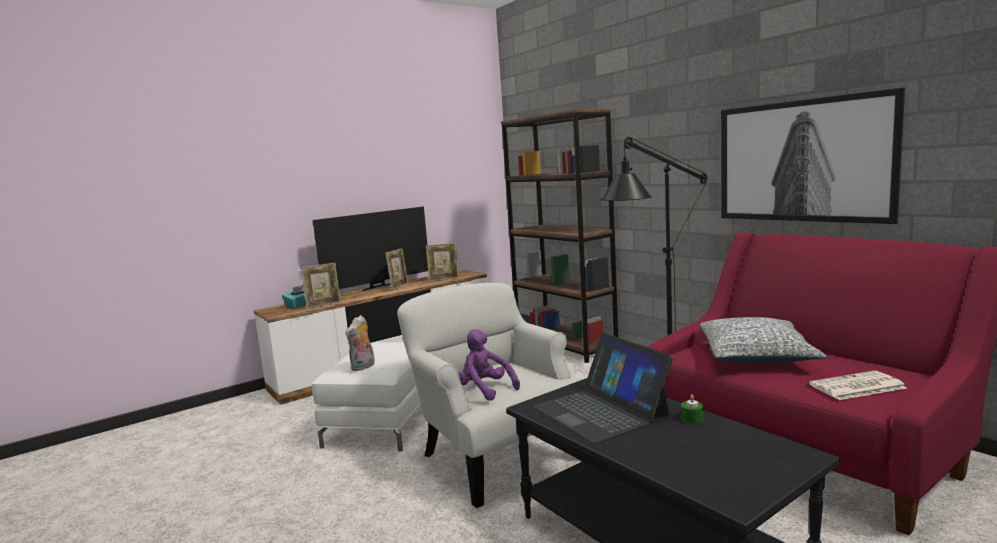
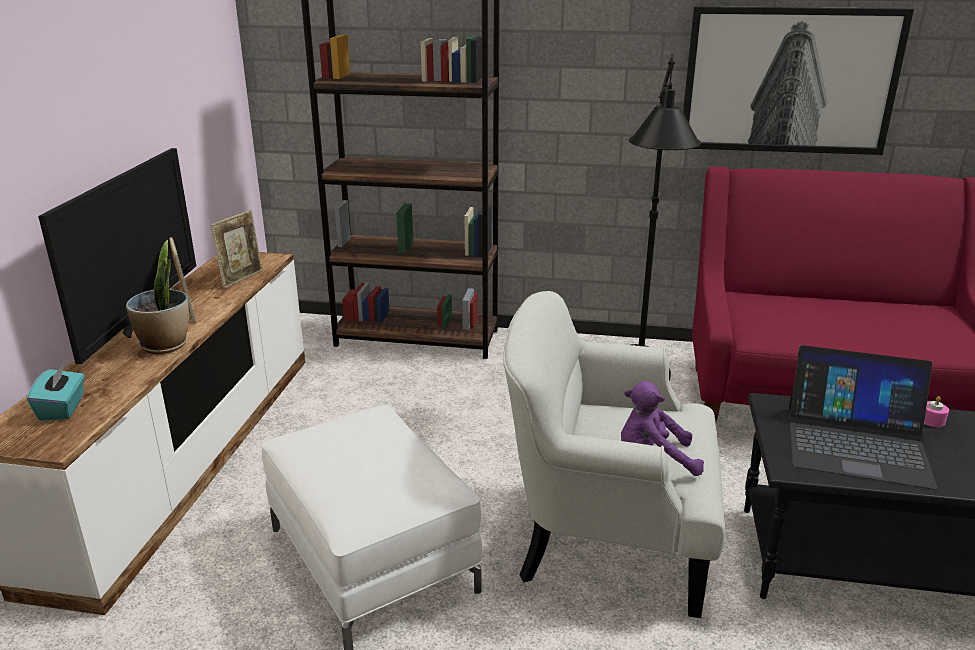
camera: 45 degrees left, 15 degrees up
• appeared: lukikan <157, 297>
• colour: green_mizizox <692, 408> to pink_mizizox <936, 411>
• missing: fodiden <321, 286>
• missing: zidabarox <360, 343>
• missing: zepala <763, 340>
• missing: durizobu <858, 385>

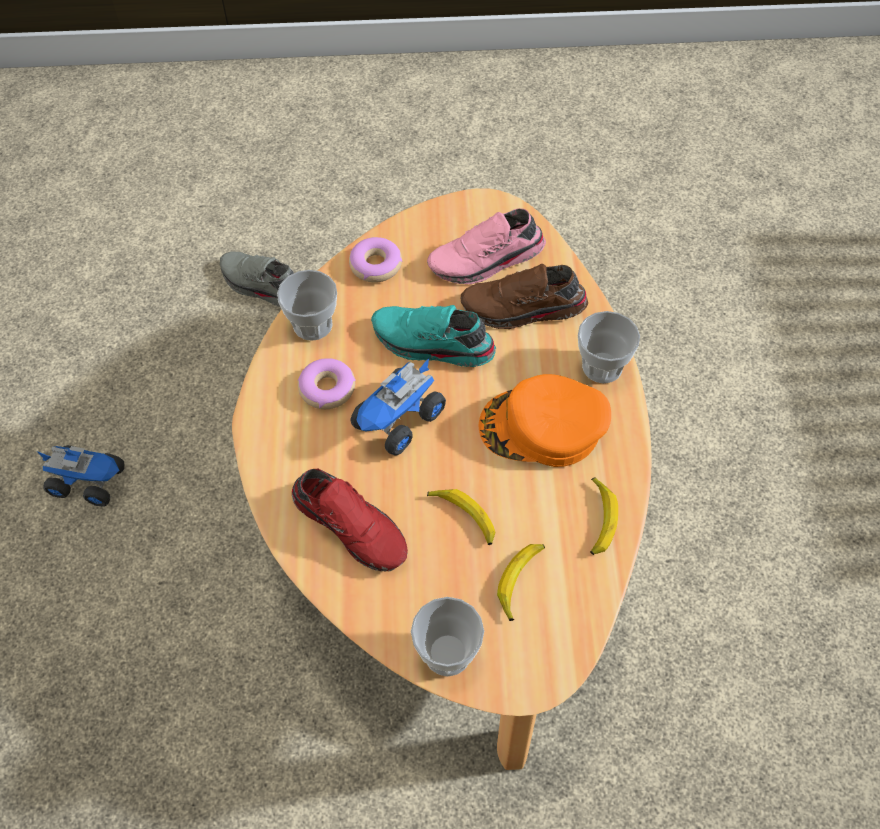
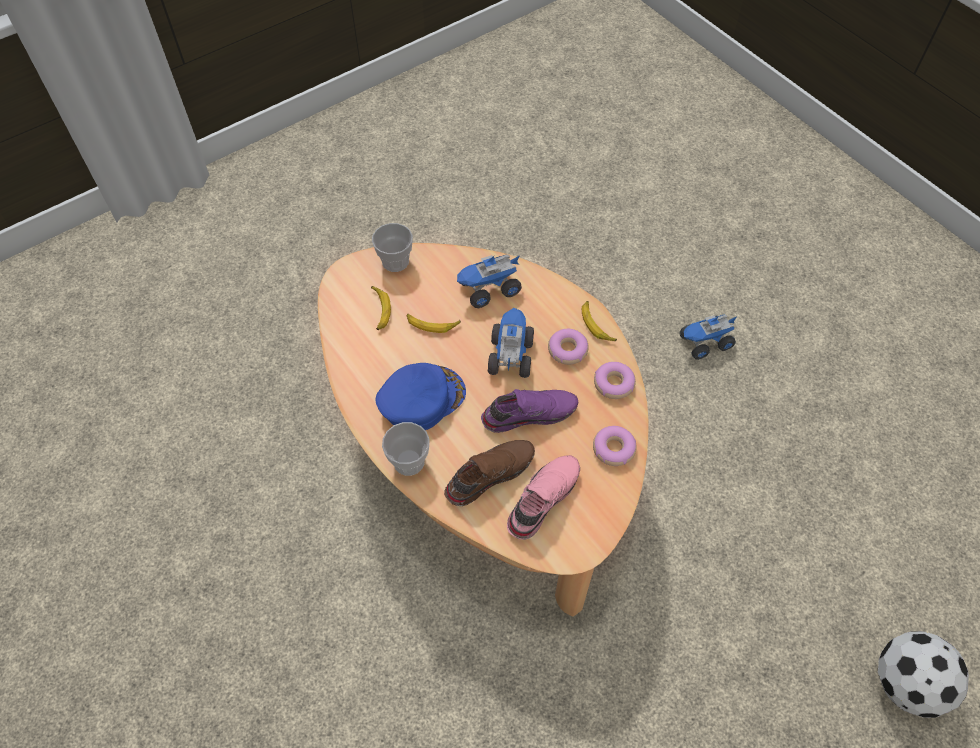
camera: 145 degrees right, 0 degrees up
• colour: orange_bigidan <544, 420> to blue_bigidan <421, 396>
• exchanged: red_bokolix <350, 520> to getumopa <489, 281>
• colour: turquoise_bokolix <433, 336> to purple_bokolix <529, 411>
• relocated: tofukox <604, 516> to <599, 321>
• exchanged: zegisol <307, 305> to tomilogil <615, 380>
• appeared: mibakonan <923, 674>
• missing: grey_bokolix <257, 279>

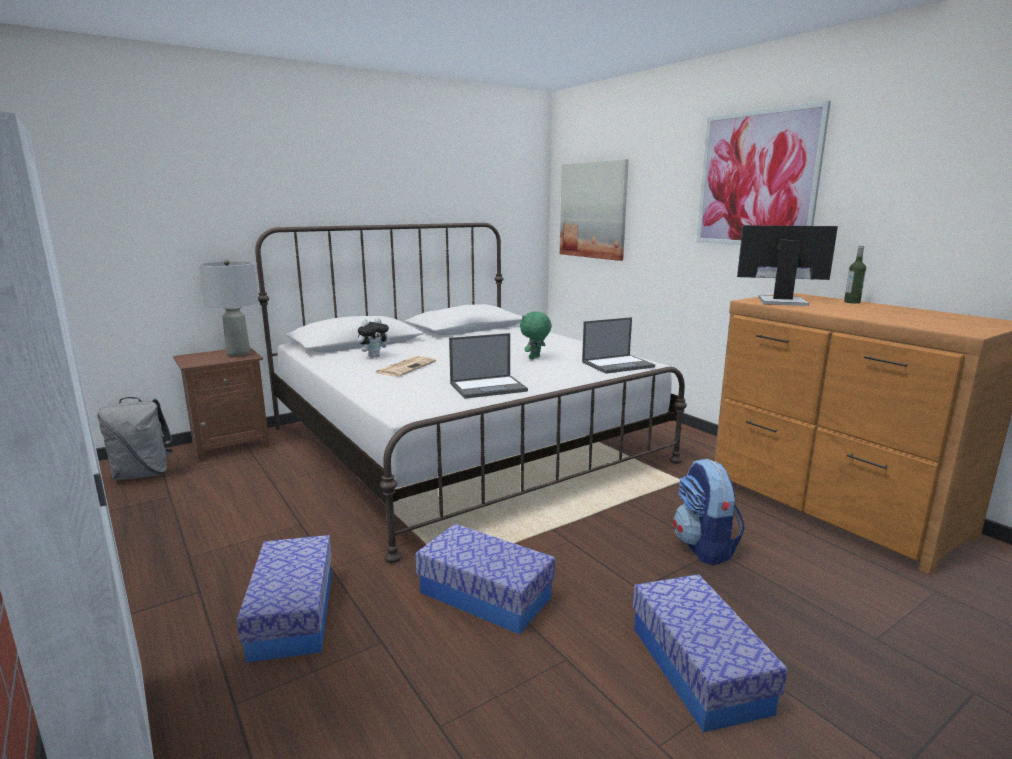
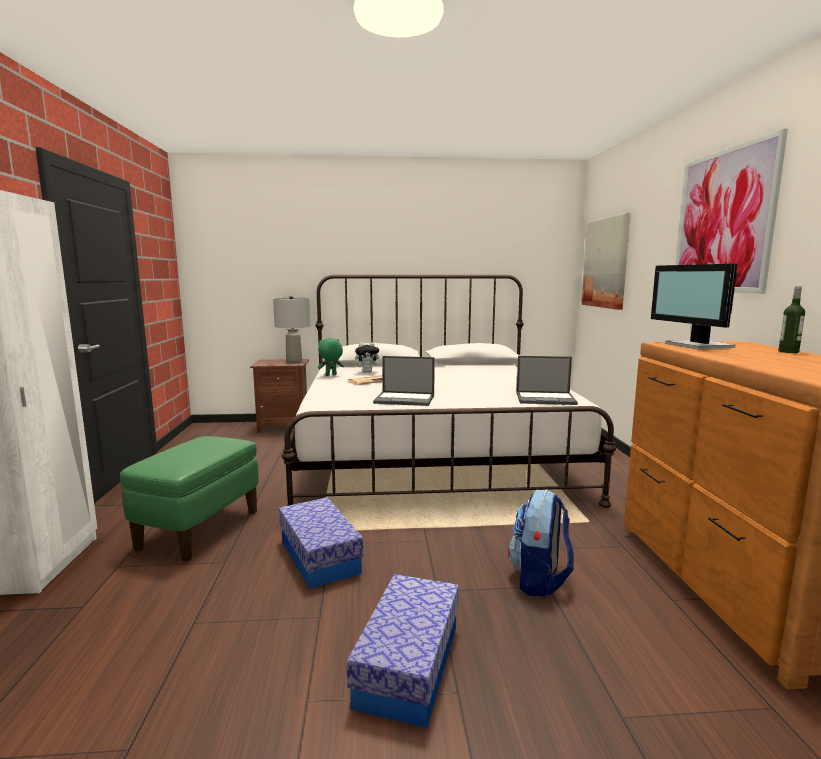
camera: 30 degrees right, 5 degrees down
• exchanged: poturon <284, 599> to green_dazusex <189, 499>
• relocated: green_zidabarox <536, 335> to <331, 357>
• spun: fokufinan <787, 265> = <694, 306> 150 degrees counterclockwise
• missing: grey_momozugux <135, 438>

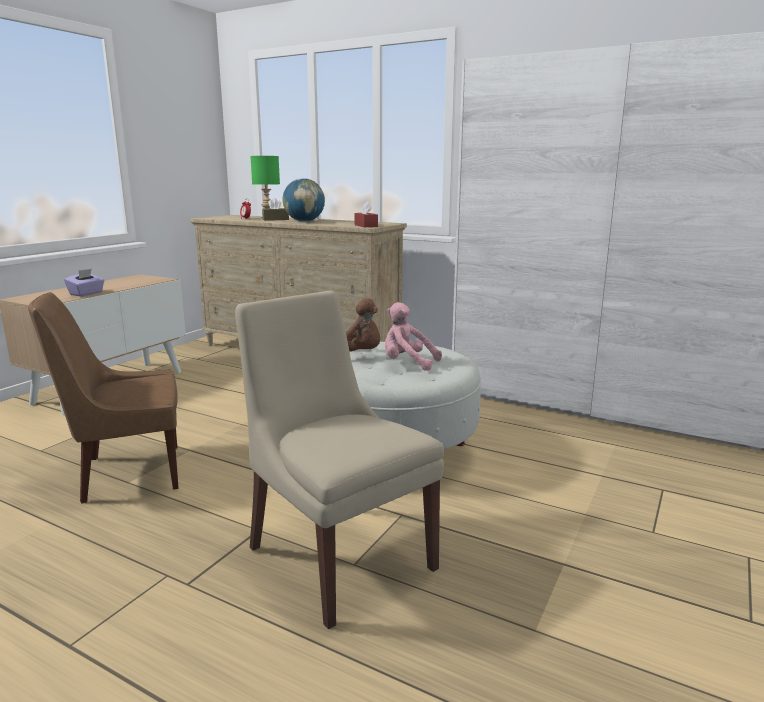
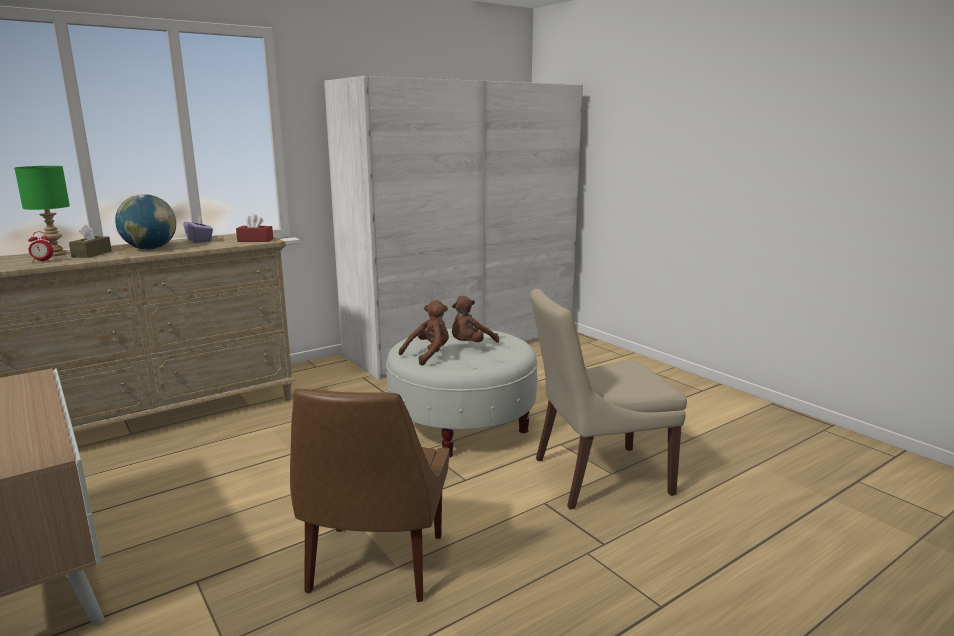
camera: 65 degrees left, 0 degrees up
• relocated: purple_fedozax <84, 282> to <198, 229>
• colour: pink_zidabarox <413, 336> to brown_zidabarox <475, 319>

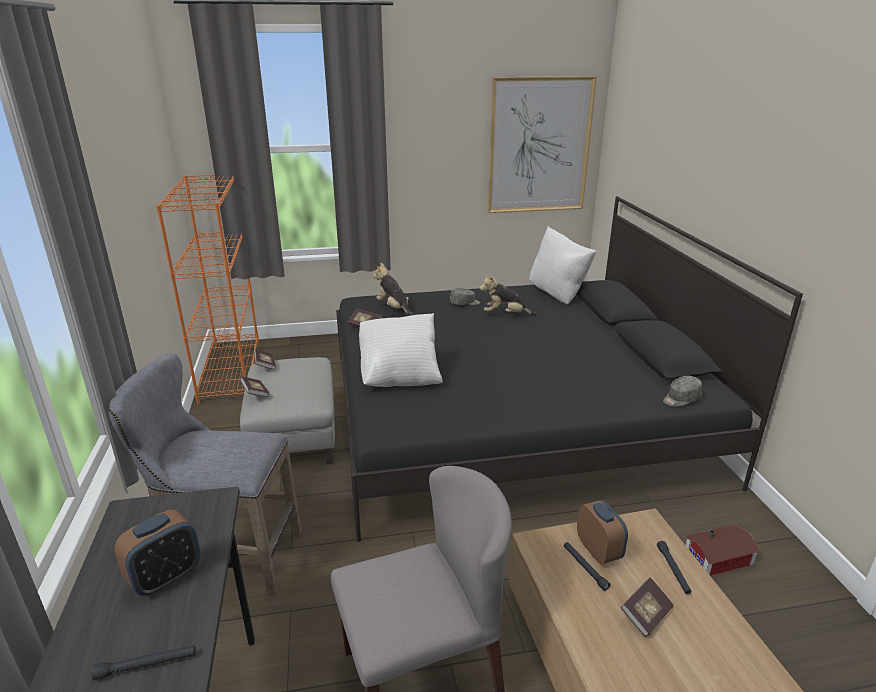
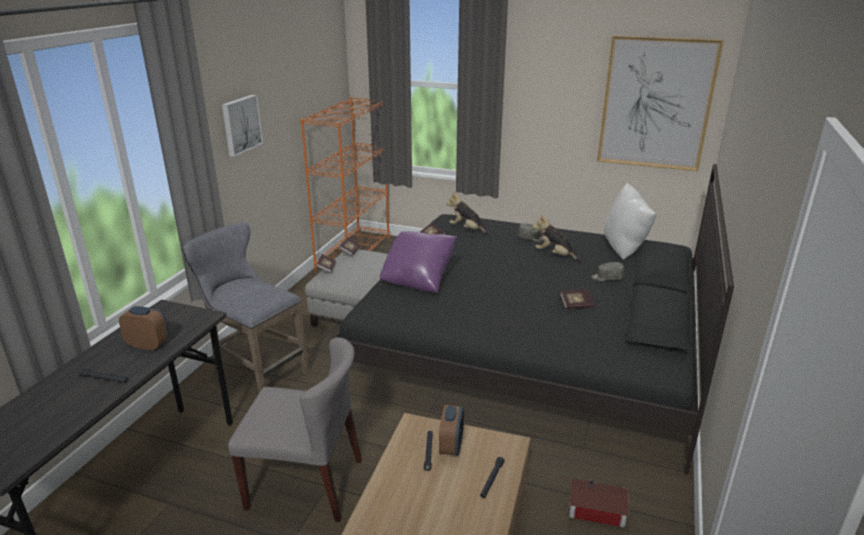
camera: 30 degrees right, 0 degrees up
• spun: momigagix <157, 553> = <144, 328> 150 degrees counterclockwise
• appeared: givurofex <242, 125>
• colour: white_zepala <401, 350> to purple_zepala <418, 262>
• spun: zidabarox <393, 289> = <468, 213> 45 degrees counterclockwise
• relocated: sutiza <647, 607> to <577, 299>
• relocated: grey_bigidan <682, 391> to <607, 271>

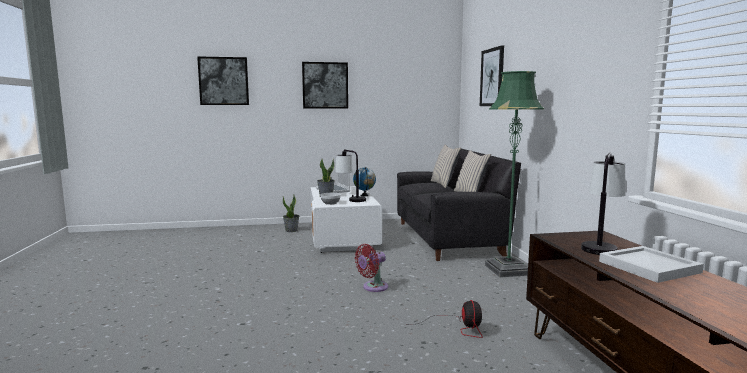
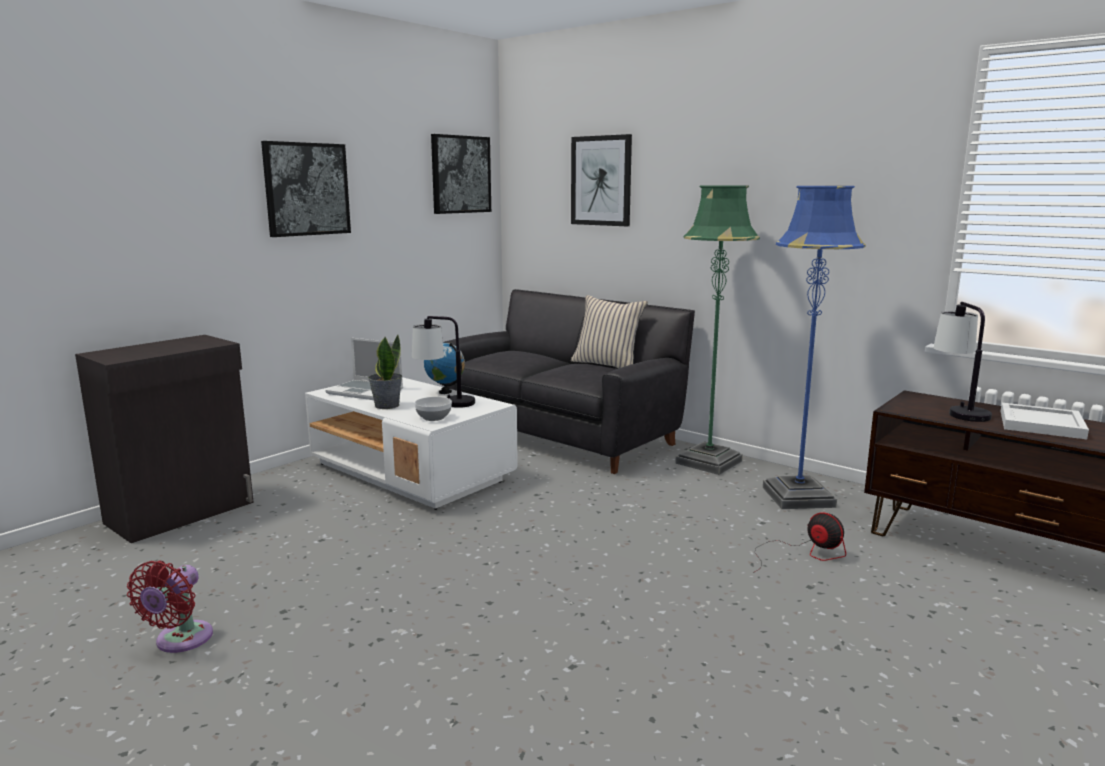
camera: 40 degrees left, 5 degrees up
• appeared: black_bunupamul <164, 439>
• relocated: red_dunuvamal <371, 268> to <170, 607>
• relocated: givurofex <223, 80> to <461, 174>
• appeared: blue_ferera <814, 347>
• missing: lukikan <291, 213>
• missing: beige_zepala <446, 166>

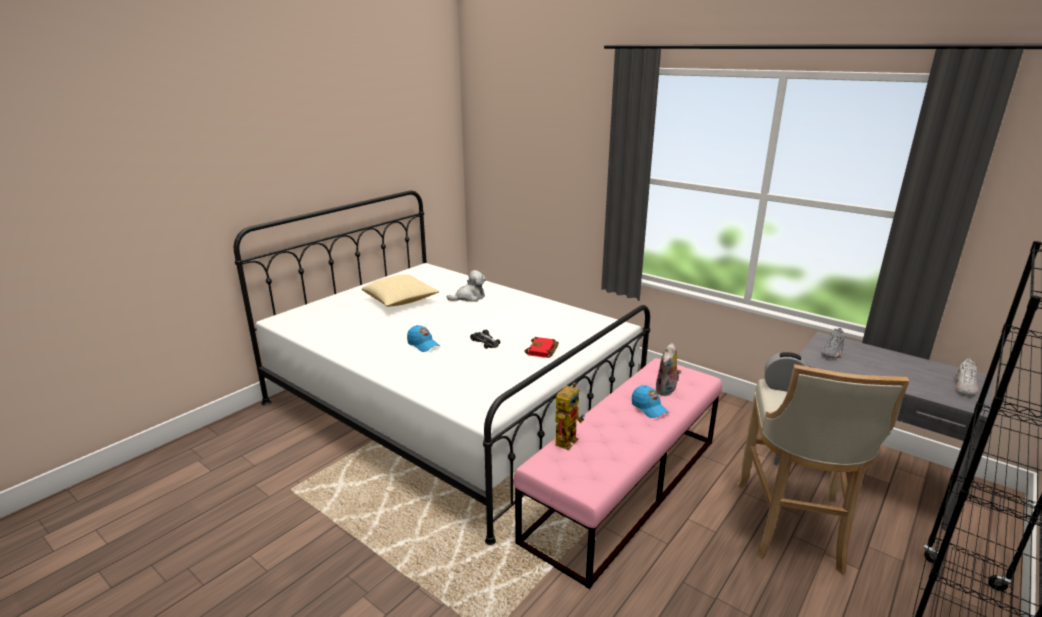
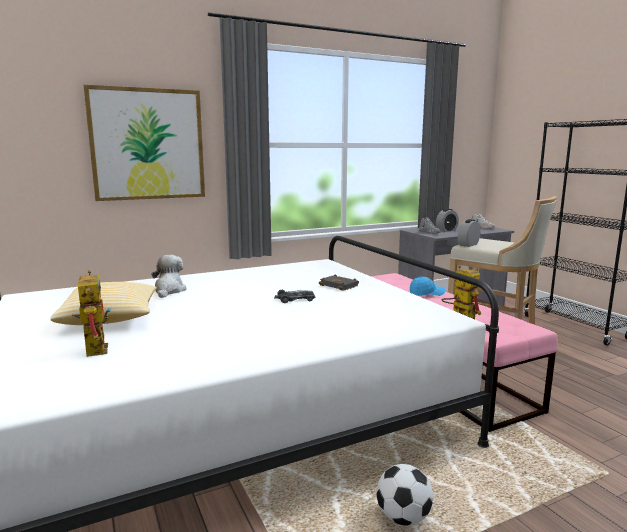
camera: 65 degrees left, 10 degrees down
• appeared: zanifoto <91, 313>
• appeared: givurofex <144, 143>
• colour: red_sutiza <541, 347> to black_sutiza <339, 282>
• appeared: mibakonan <404, 495>
• appeared: momigagix <447, 220>
• missing: blue_bigidan <423, 338>
• missing: zidabarox <668, 369>

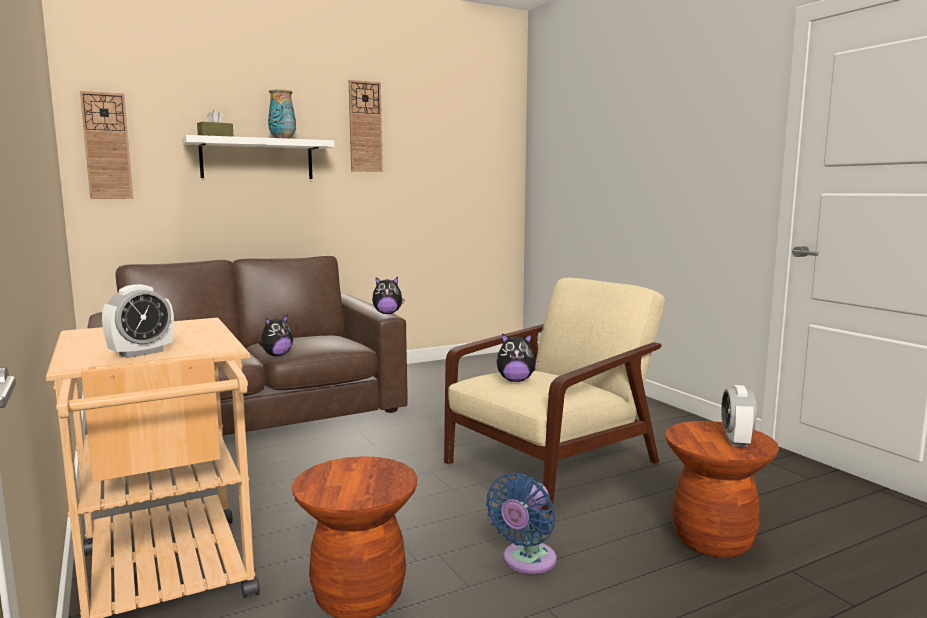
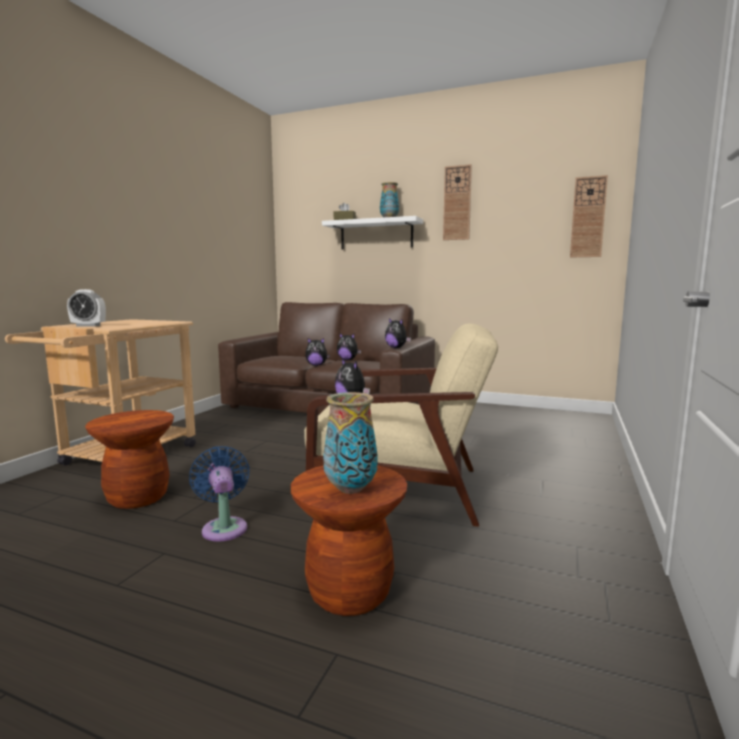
camera: 50 degrees right, 0 degrees up
• spun: blue_dunuvamal <521, 523> = <219, 494> 75 degrees clockwise
• exchanged: momigagix <739, 416> to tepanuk <350, 443>
• appeared: zidabarox <349, 346>
• relocated: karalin <106, 145> to <589, 216>

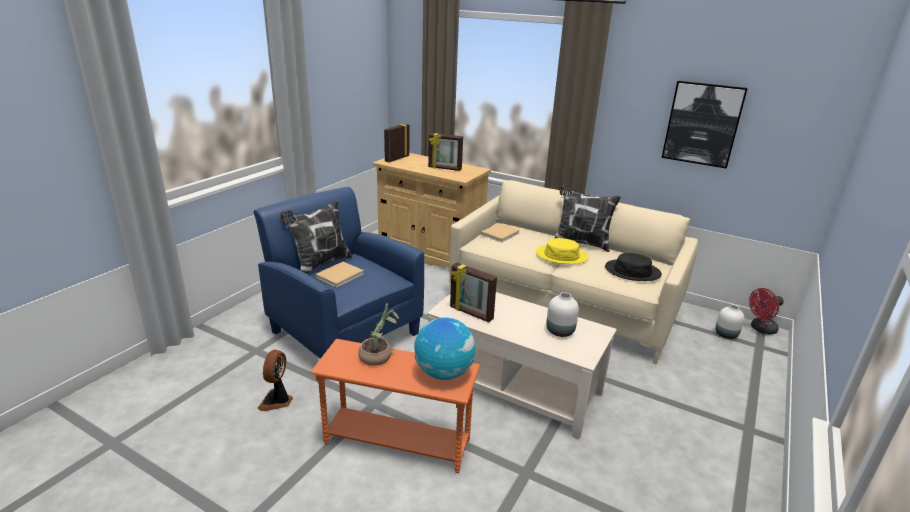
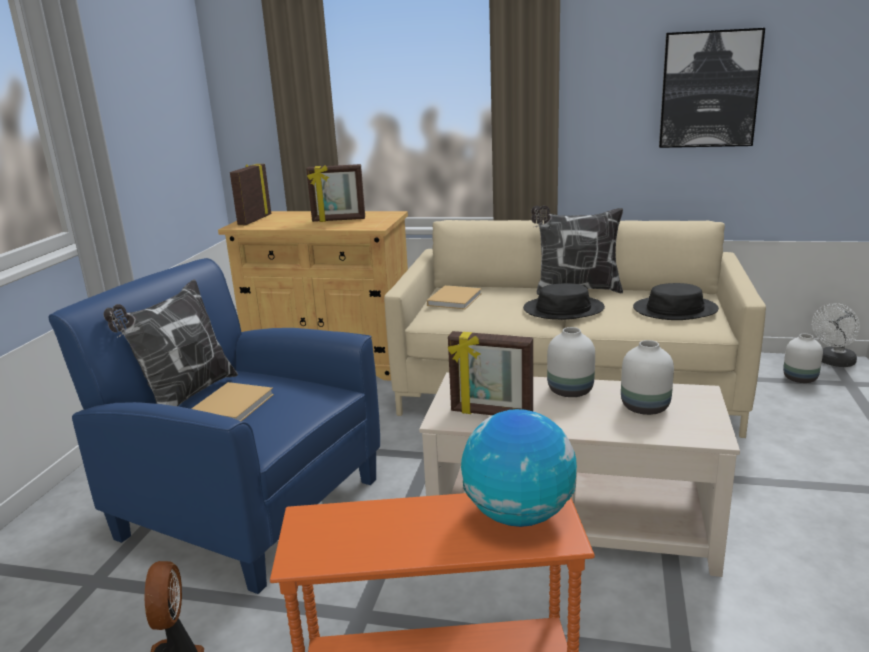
camera: 15 degrees left, 5 degrees down
• colour: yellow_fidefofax <562, 251> to black_fidefofax <564, 301>
• appeared: white_tepanuk <571, 362>
• colour: red_dunuvamal <766, 311> to white_dunuvamal <836, 335>
• missing: lukikan <378, 335>

